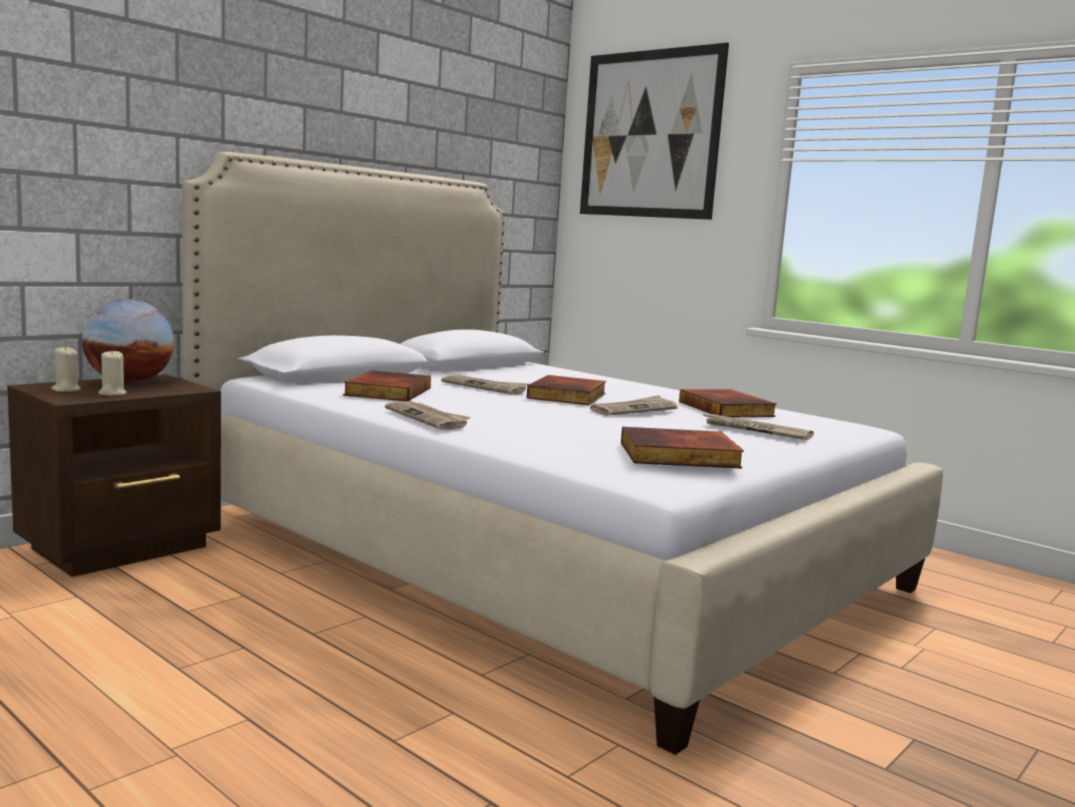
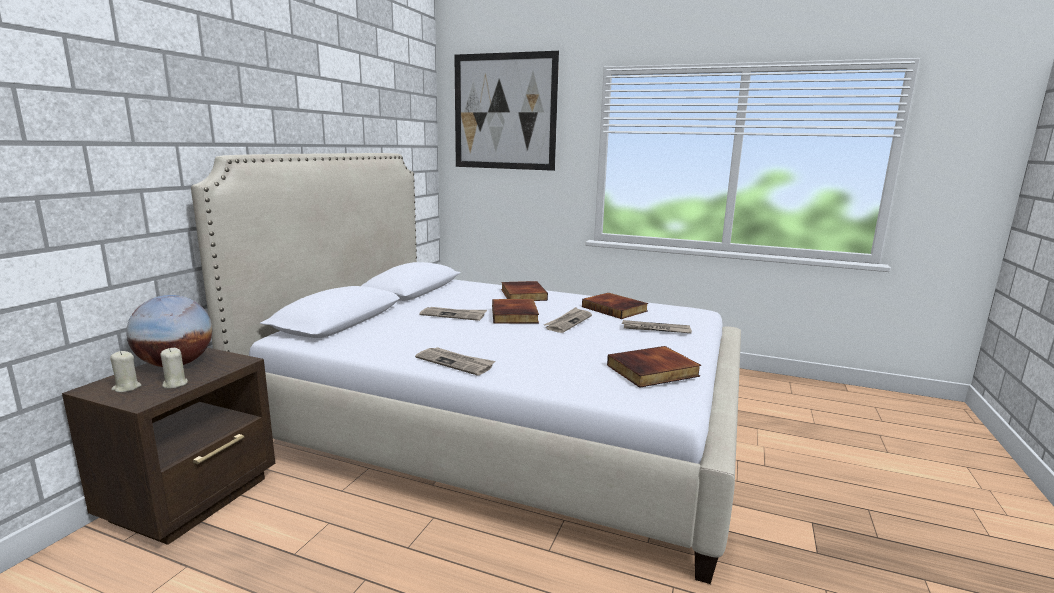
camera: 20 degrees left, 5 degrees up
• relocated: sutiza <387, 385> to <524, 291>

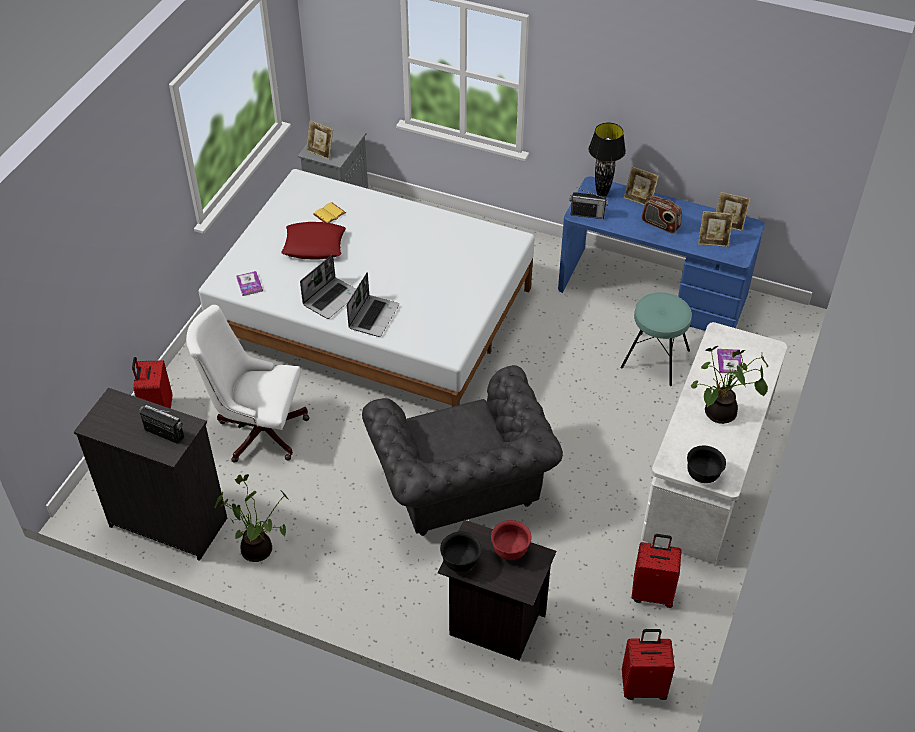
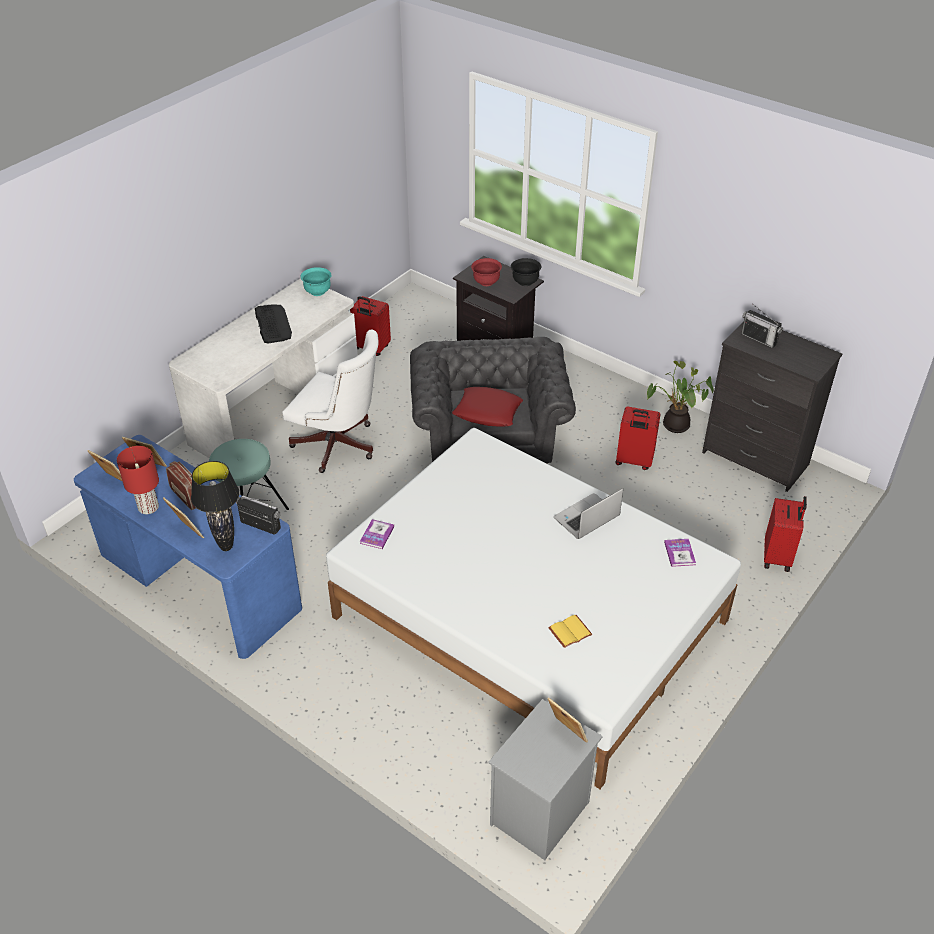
camera: 165 degrees left, 5 degrees down
• appeared: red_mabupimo <138, 480>
• exchanged: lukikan <729, 385> to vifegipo <273, 324>
• relocated: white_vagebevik <248, 384> to <330, 401>
• colour: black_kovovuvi <706, 464> to turquoise_kovovuvi <315, 281>
• relocated: sutiza <730, 361> to <377, 534>
• relocated: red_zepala <313, 241> to <487, 407>
• relocated: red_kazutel <648, 664> to <638, 438>
• missing: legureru <373, 304>

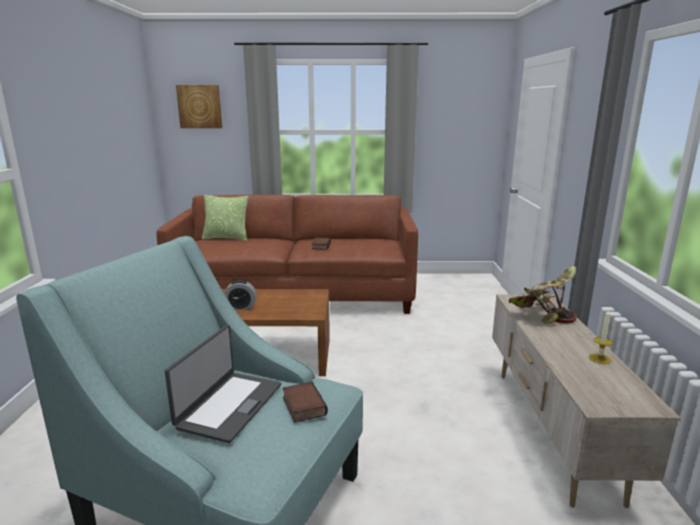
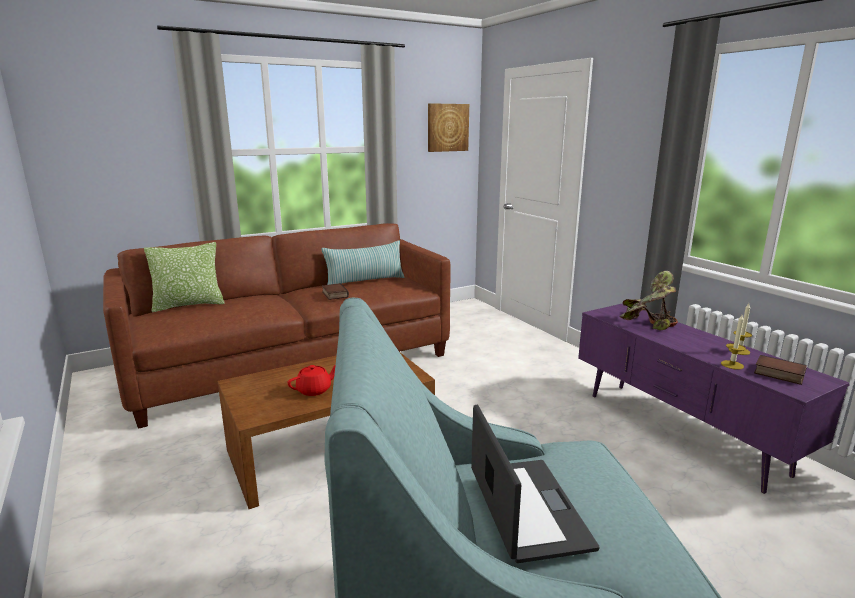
camera: 30 degrees left, 0 degrees up
• exchanged: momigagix <240, 295> to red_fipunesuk <311, 380>
• appeared: zepala <363, 263>
• relocated: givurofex <199, 106> to <448, 127>
• colour: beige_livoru <586, 401> to purple_livoru <714, 398>
• appeared: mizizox <733, 342>
• relocated: sutiza <305, 402> to <780, 370>

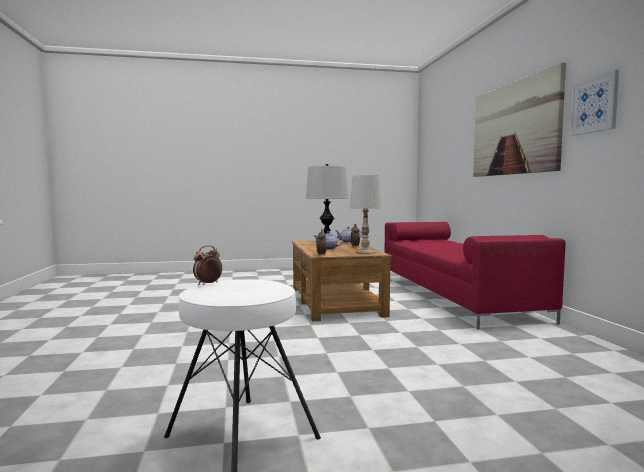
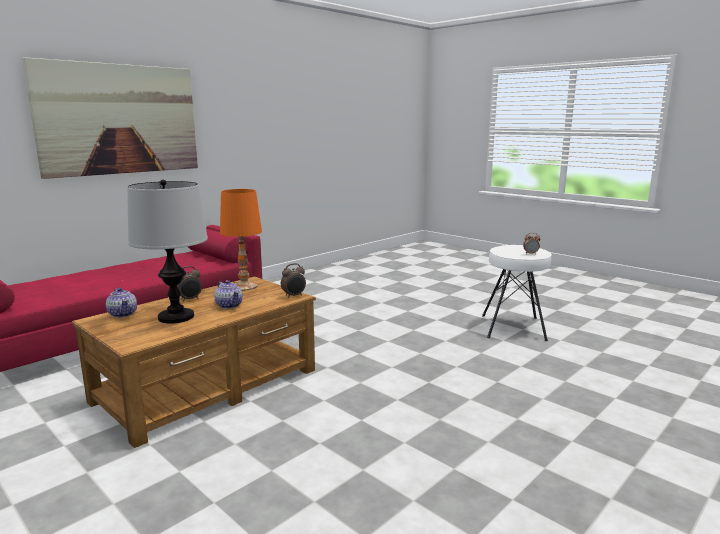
camera: 125 degrees left, 10 degrees up
• colour: white_mabupimo <366, 214> to orange_mabupimo <241, 240>
• missing: givurofex <594, 102>

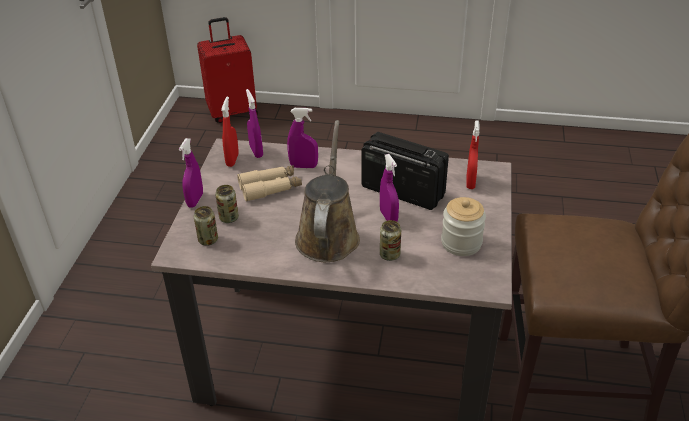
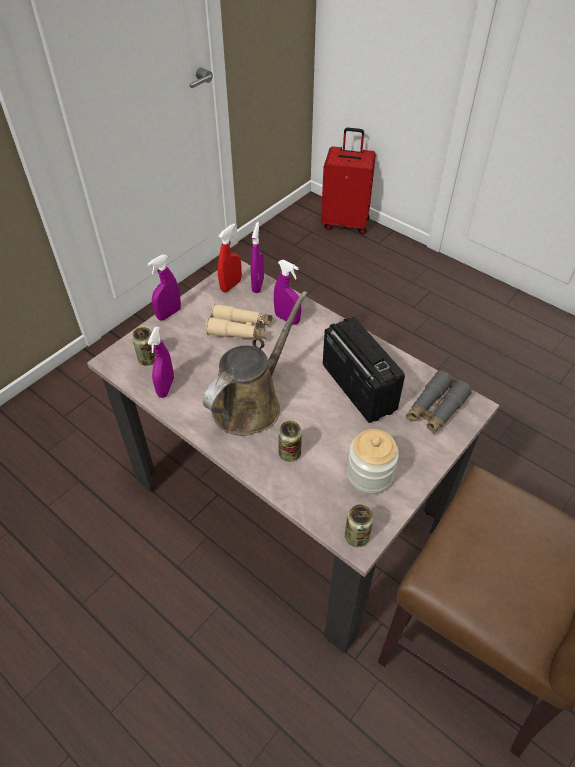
camera: 30 degrees right, 10 degrees up
• relocated: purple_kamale <389, 188> to <161, 362>
• relocated: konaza <227, 204> to <359, 525>
• exchanged: red_kamale <473, 154> to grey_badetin <439, 402>

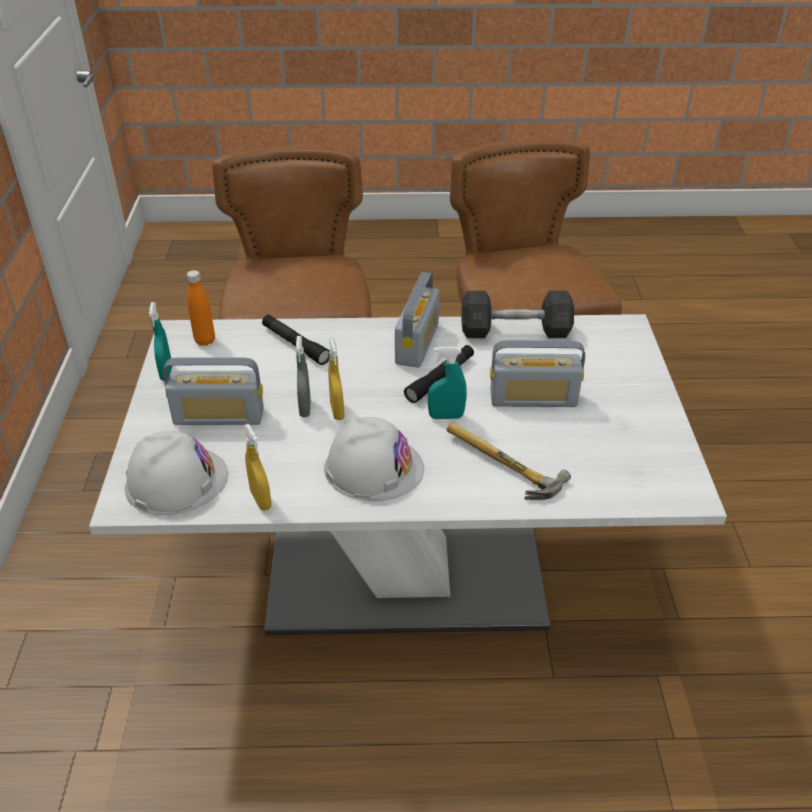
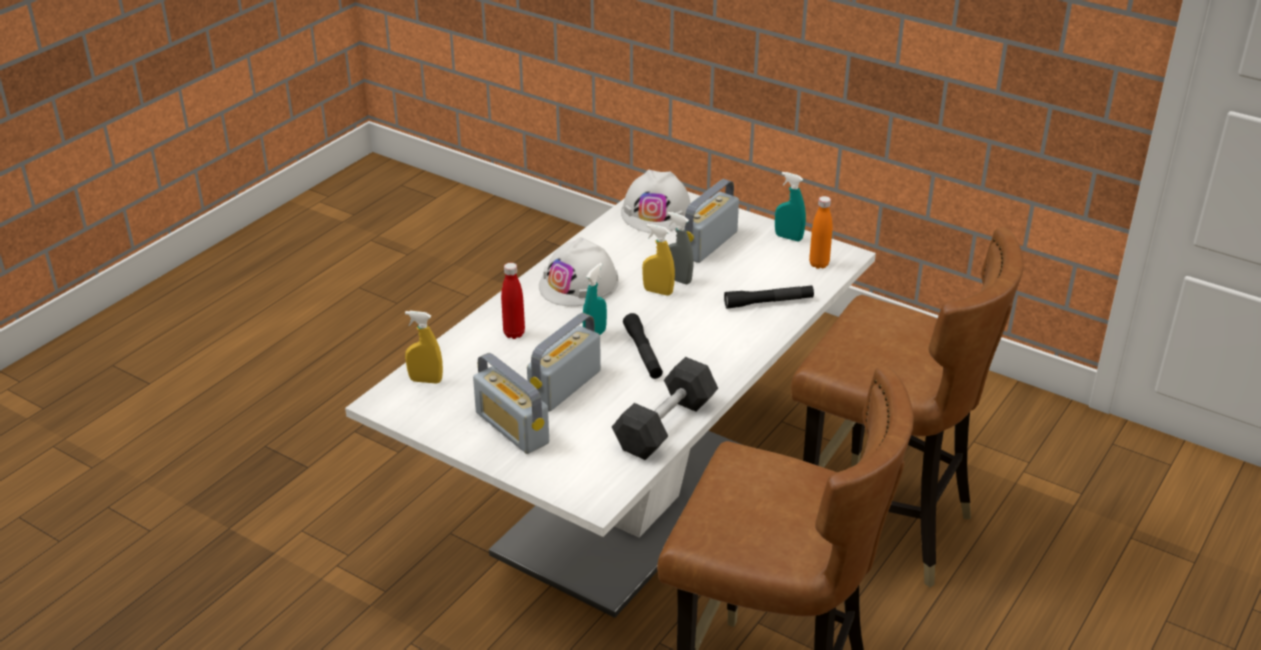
camera: 125 degrees right, 5 degrees down
• relocated: yellow_kamale <257, 467> to <424, 347>
• relocated: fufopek <417, 320> to <511, 403>
• exchanged: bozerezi <509, 461> to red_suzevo <513, 301>

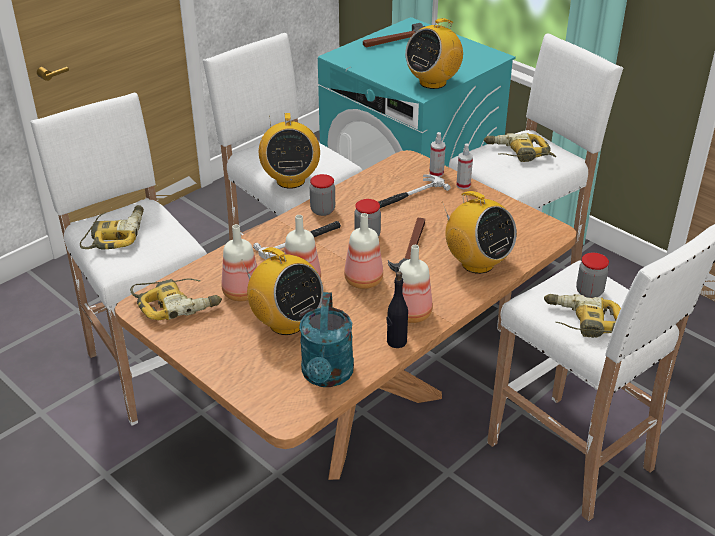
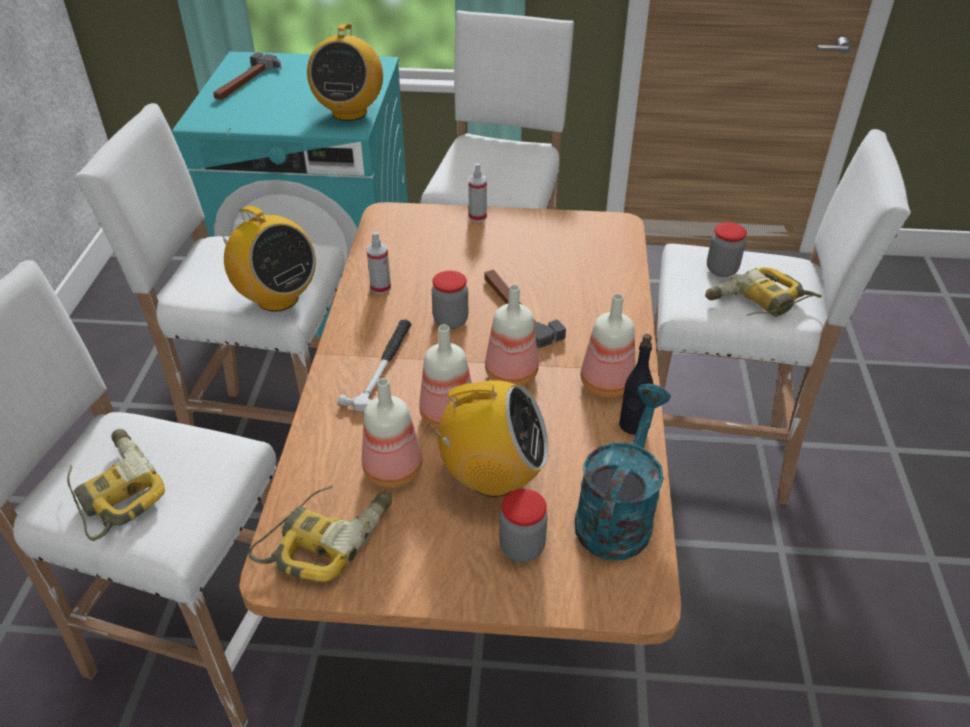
camera: 40 degrees left, 5 degrees up
• relocated: kamale <437, 154> to <378, 262>
• relocated: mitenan <322, 195> to <523, 525>
• spun: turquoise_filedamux <326, 339> = <623, 472> 120 degrees counterclockwise
• missing: bozerezi <415, 191>
• missing: fufopek <480, 232>
• missing: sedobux <520, 147>

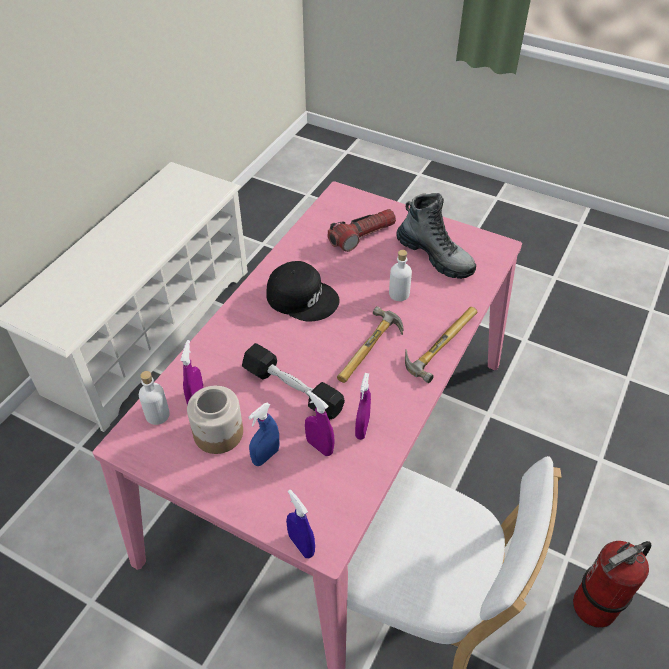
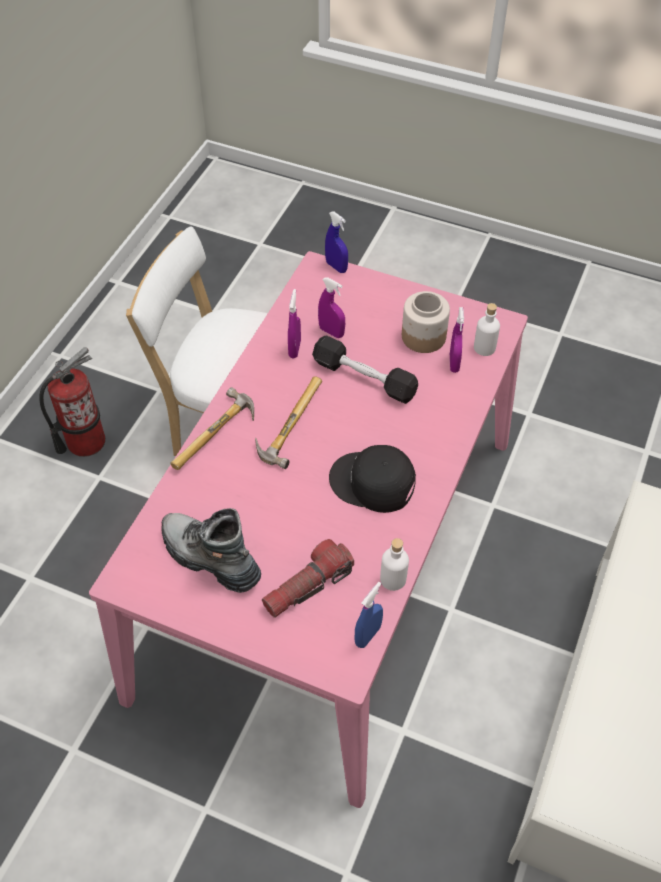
camera: 175 degrees right, 5 degrees up
• relocated: blue_kamale <263, 434> to <369, 615>
• relocated: white_suzevo <400, 275> to <394, 564>

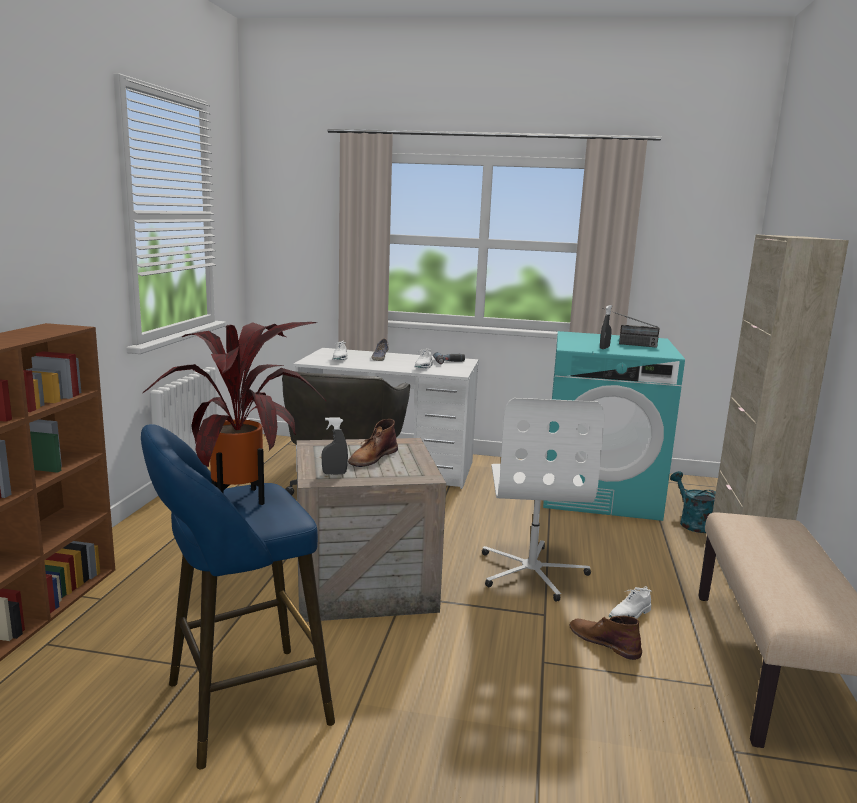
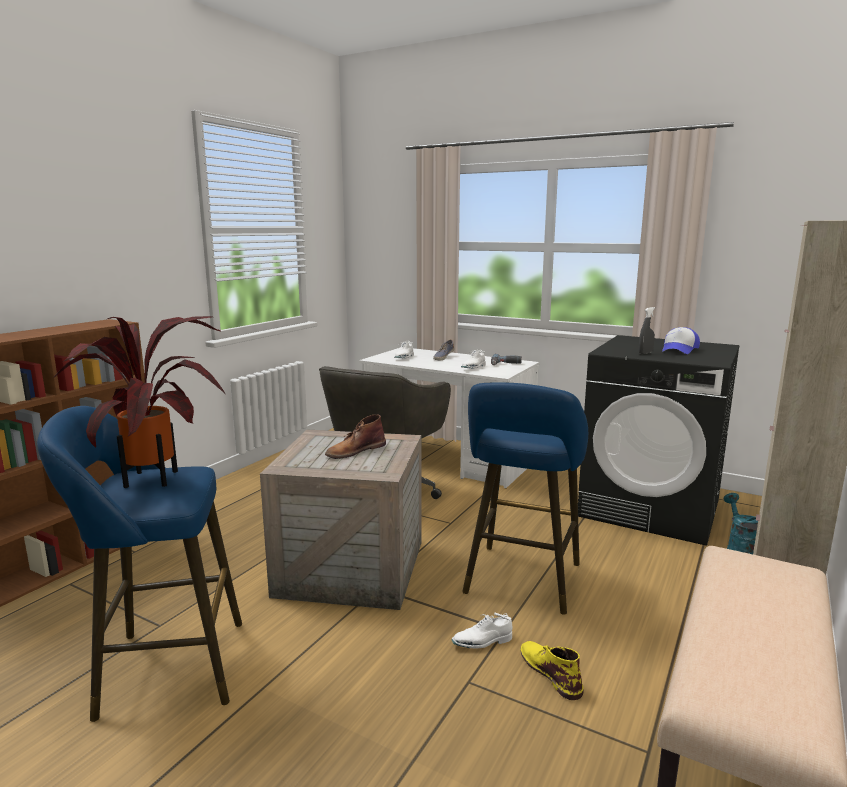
camera: 20 degrees right, 0 degrees up
• relocated: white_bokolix <630, 602> to <482, 631>
• exchanged: white_vagebevik <543, 500> to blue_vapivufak <525, 498>
• colour: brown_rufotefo <606, 637> to yellow_rufotefo <552, 670>
• colour: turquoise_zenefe <614, 426> to black_zenefe <659, 440>
• exchanged: fufopek <632, 328> to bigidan <681, 340>
• missing: grey_kamale <334, 446>

